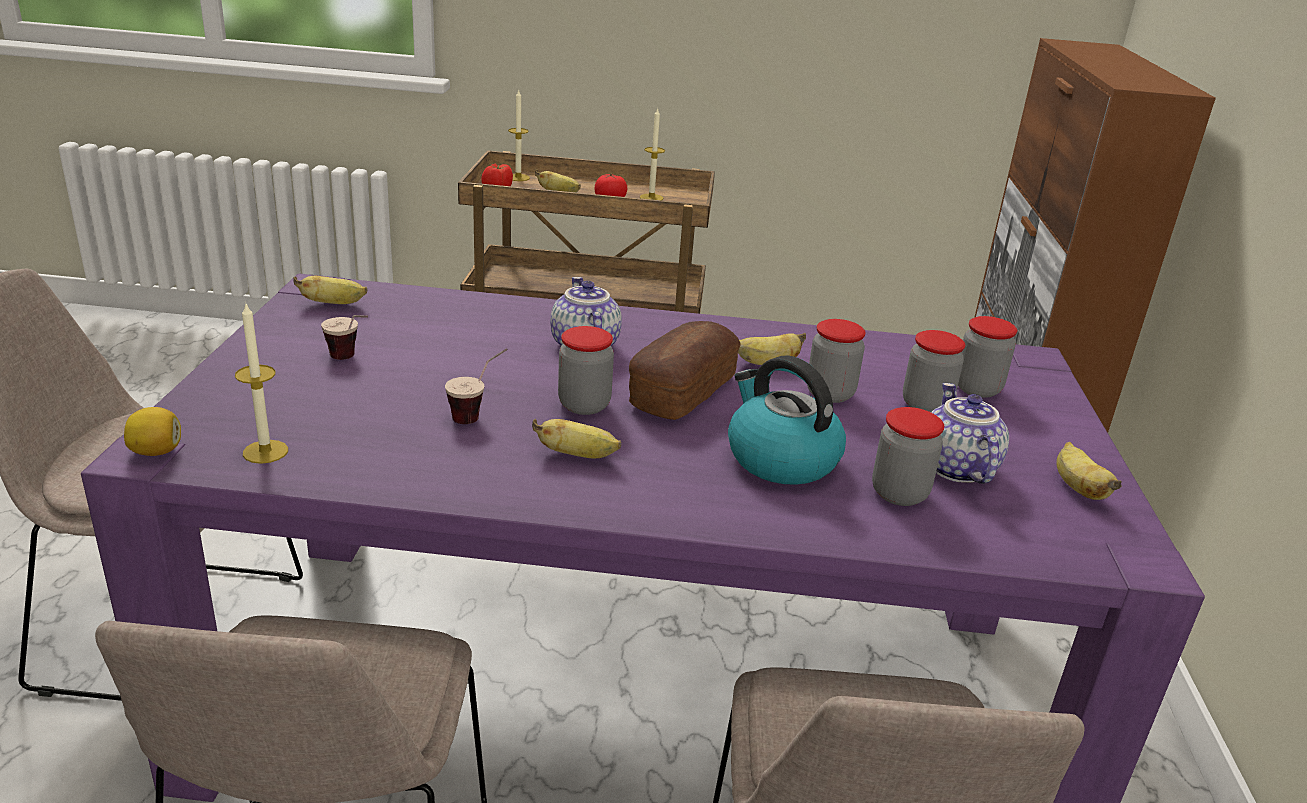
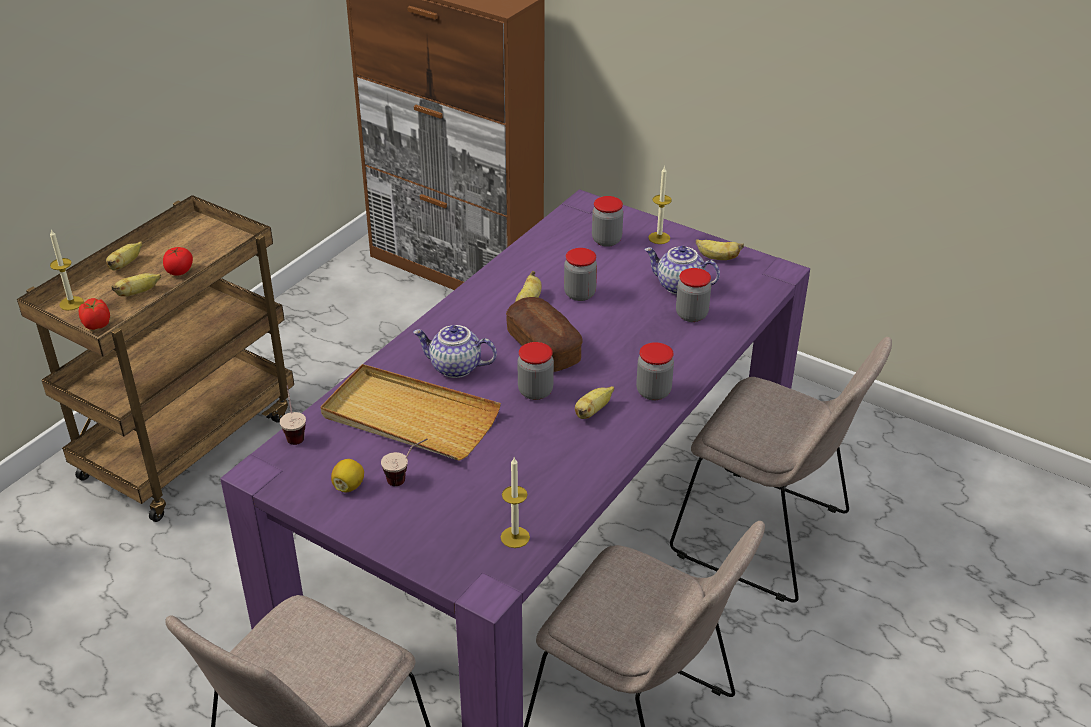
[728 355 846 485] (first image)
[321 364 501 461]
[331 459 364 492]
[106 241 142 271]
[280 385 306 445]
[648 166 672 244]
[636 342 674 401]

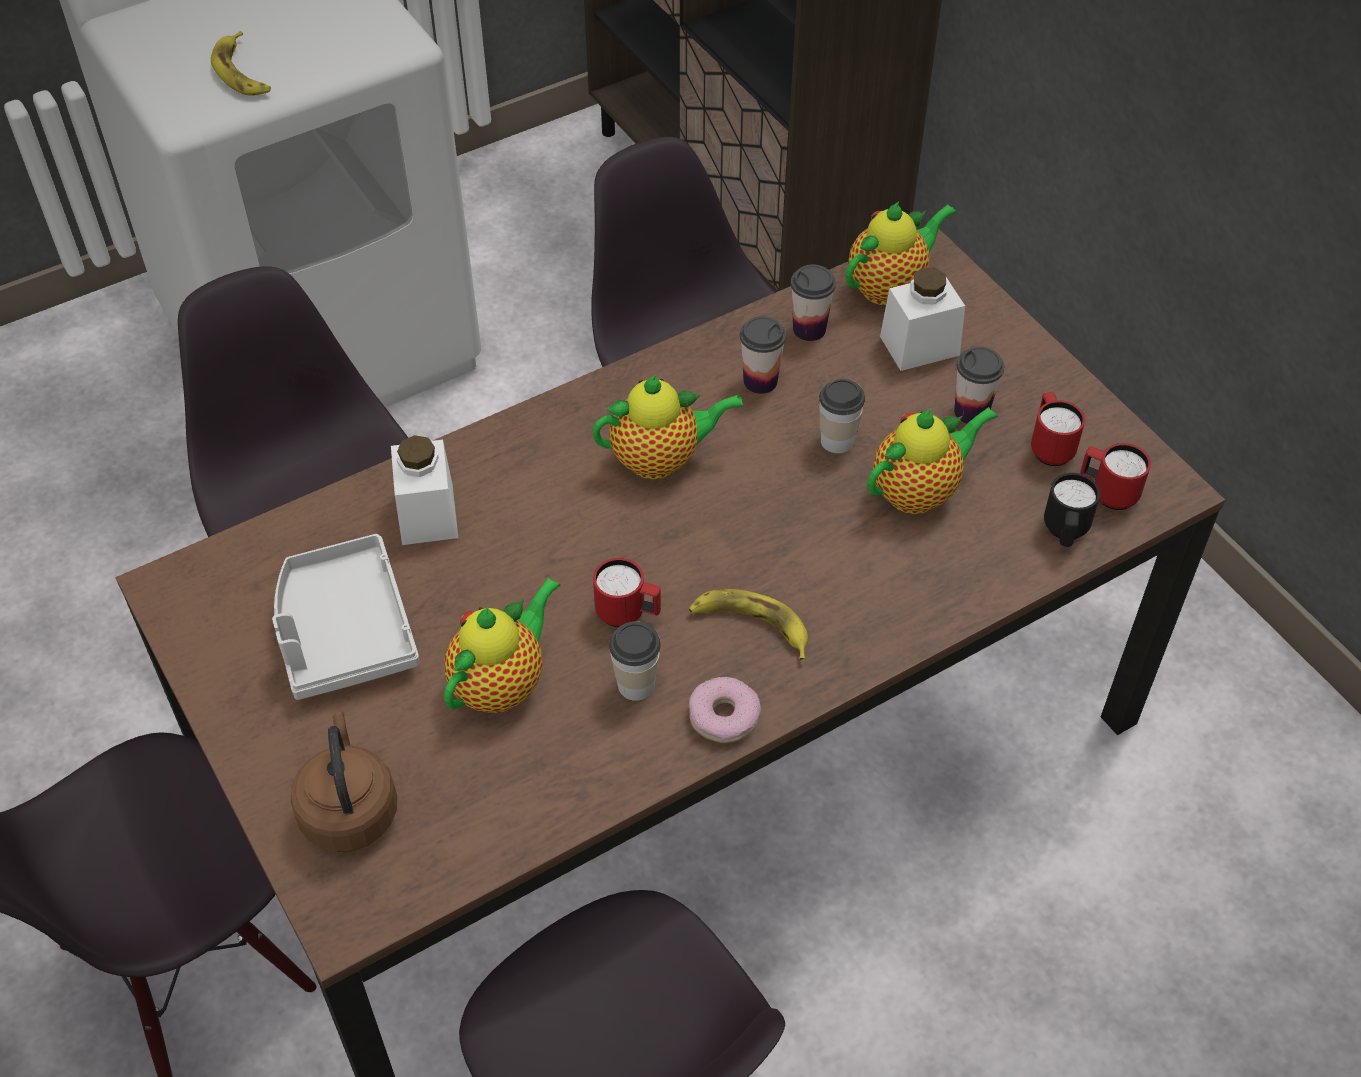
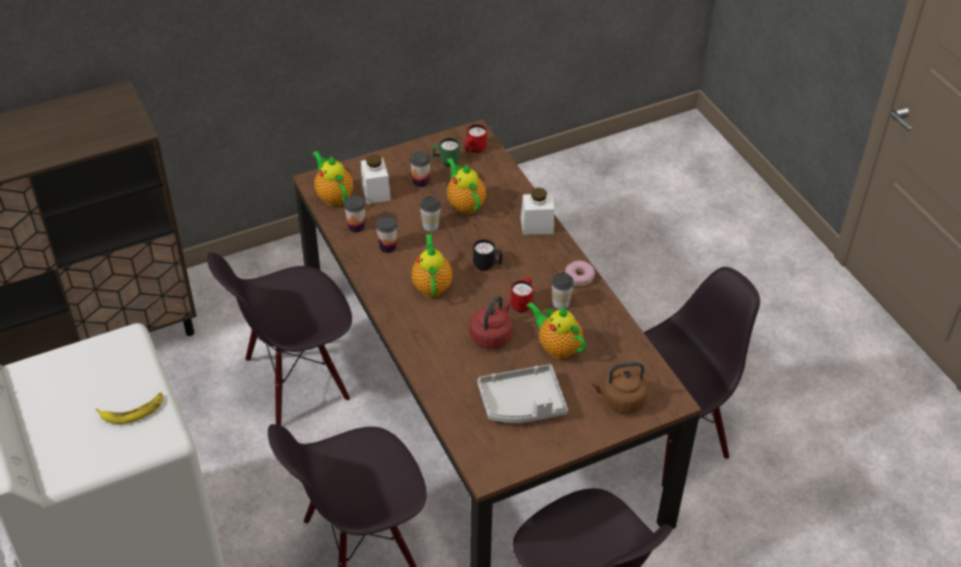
[689 589 808 660] (first image)
[470 296 512 349]
[521 188 554 235]
[473 239 503 270]
[432 138 460 167]

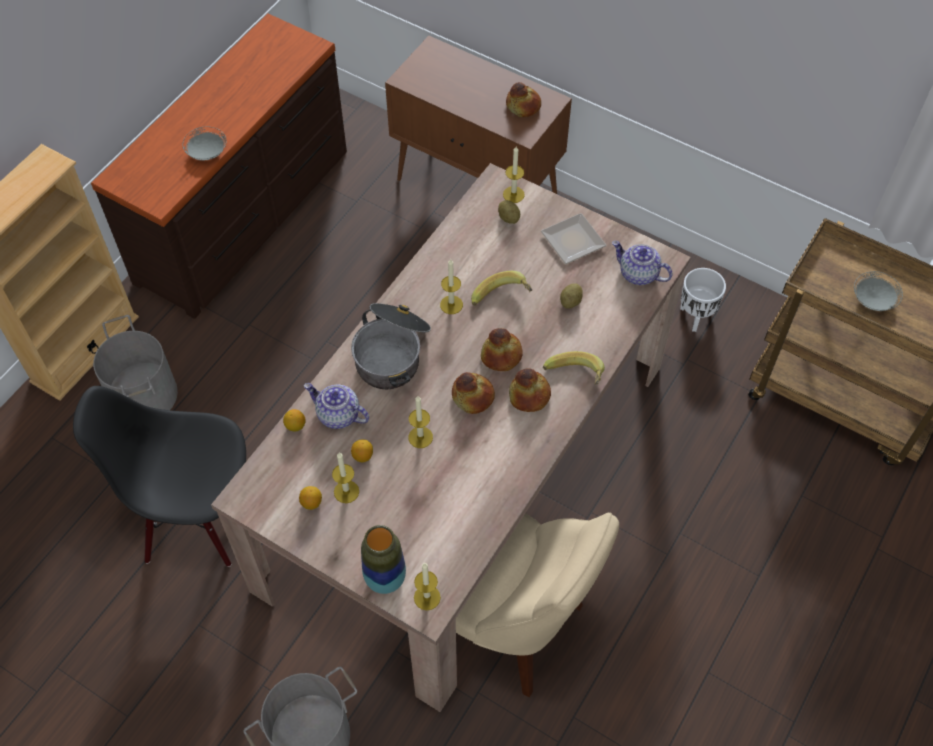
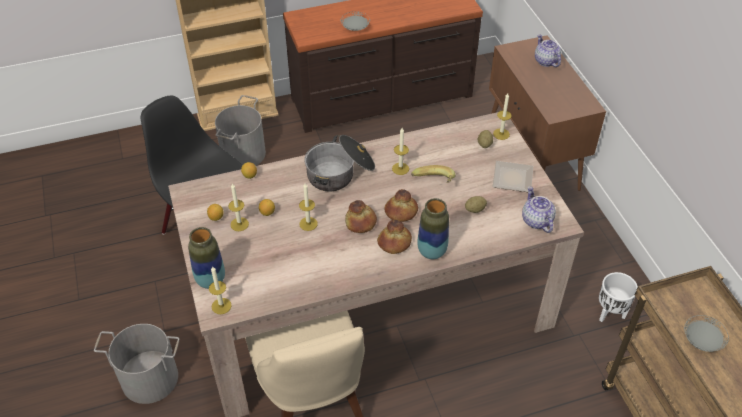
[506 82 541 117] (first image)
[535 34 561 67]
[417 198 449 259]

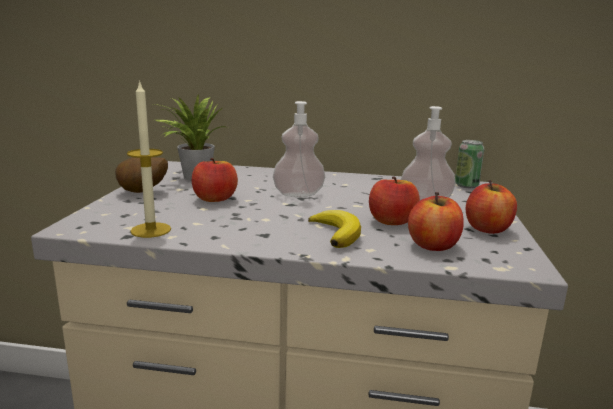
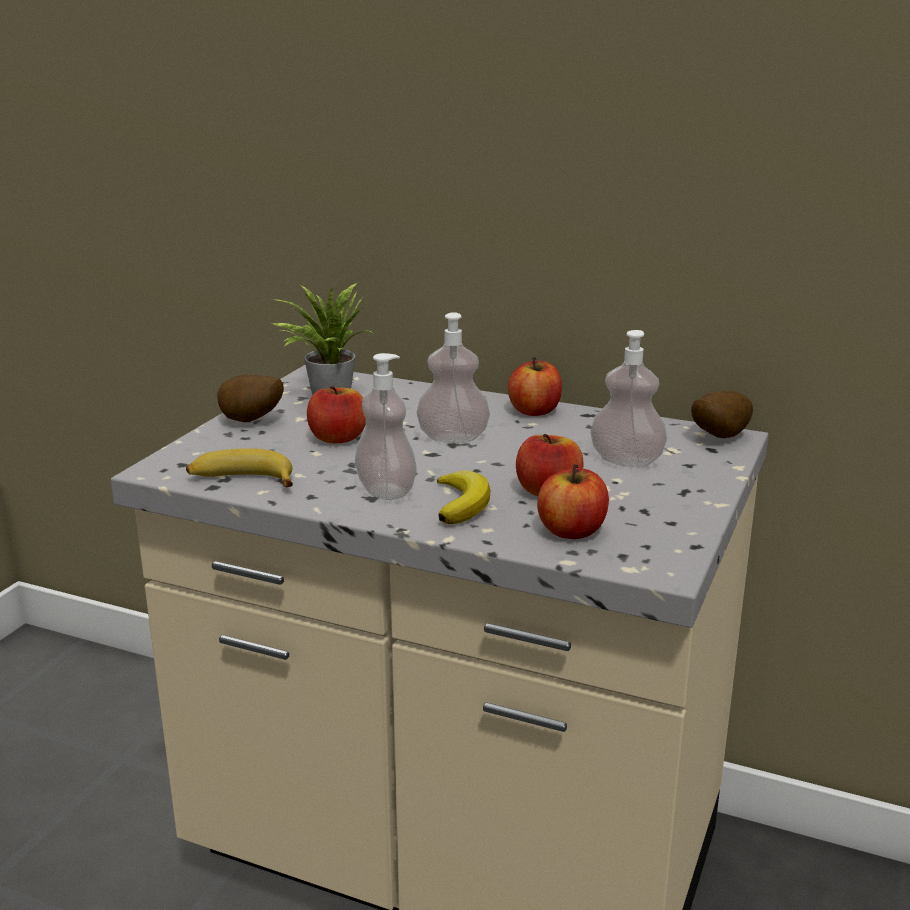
[355 353 417 500]
[508 357 562 416]
[186 448 293 487]
[691 391 753 438]

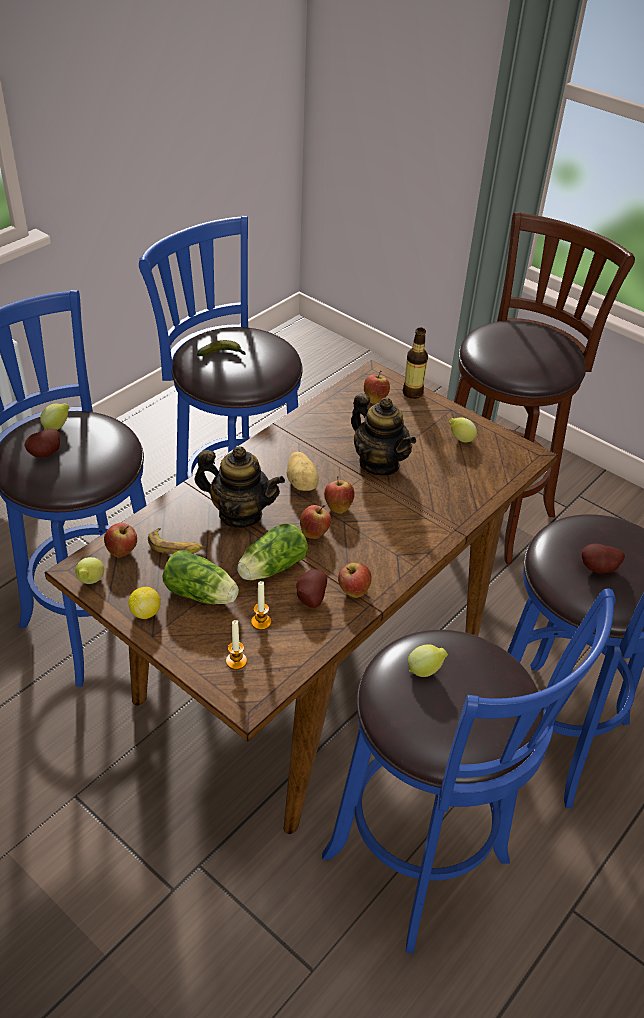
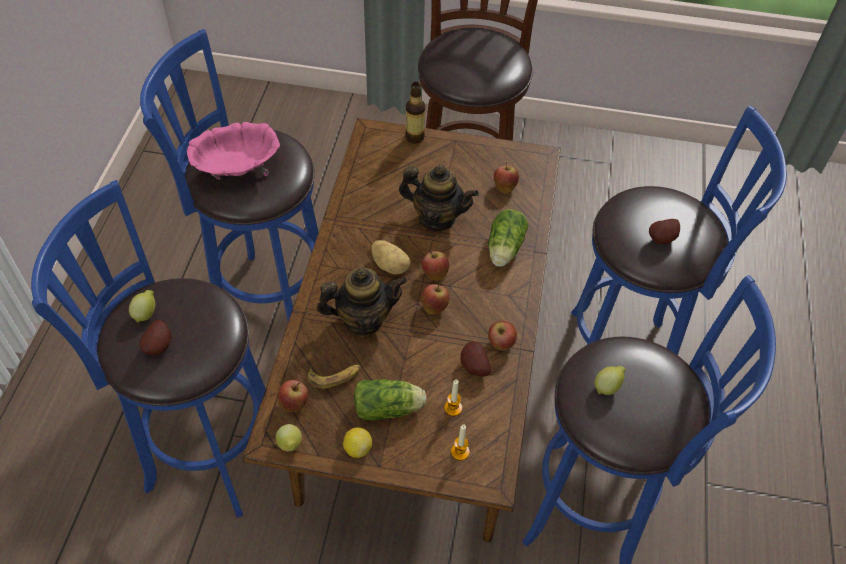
[449 417 477 443] (first image)
[488 209 528 267]
[494 162 519 193]
[187 122 280 180]

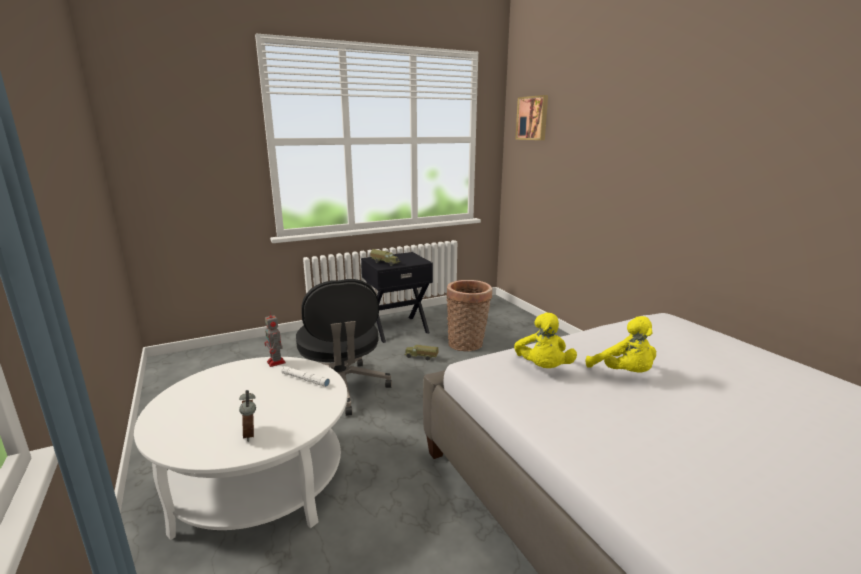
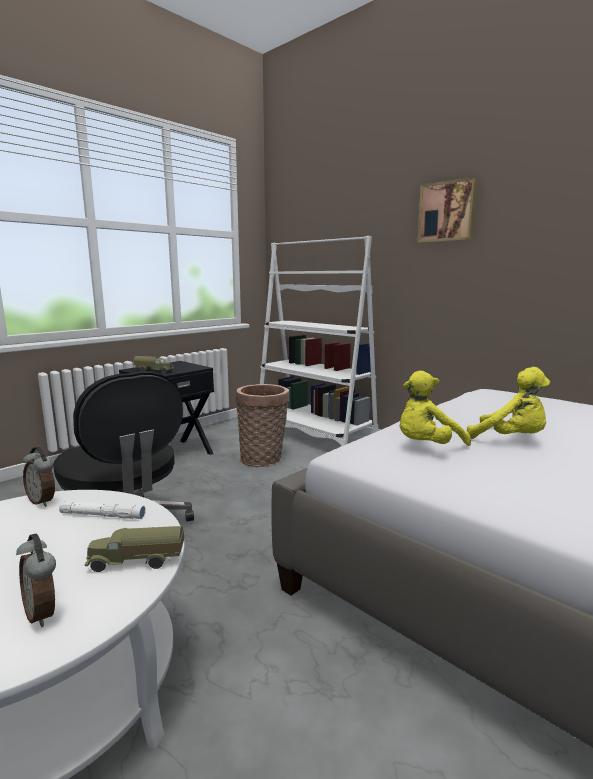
[260 236 378 446]
[85 526 184 572]
[417 177 478 243]
[23 447 55 507]
[400 371 471 446]

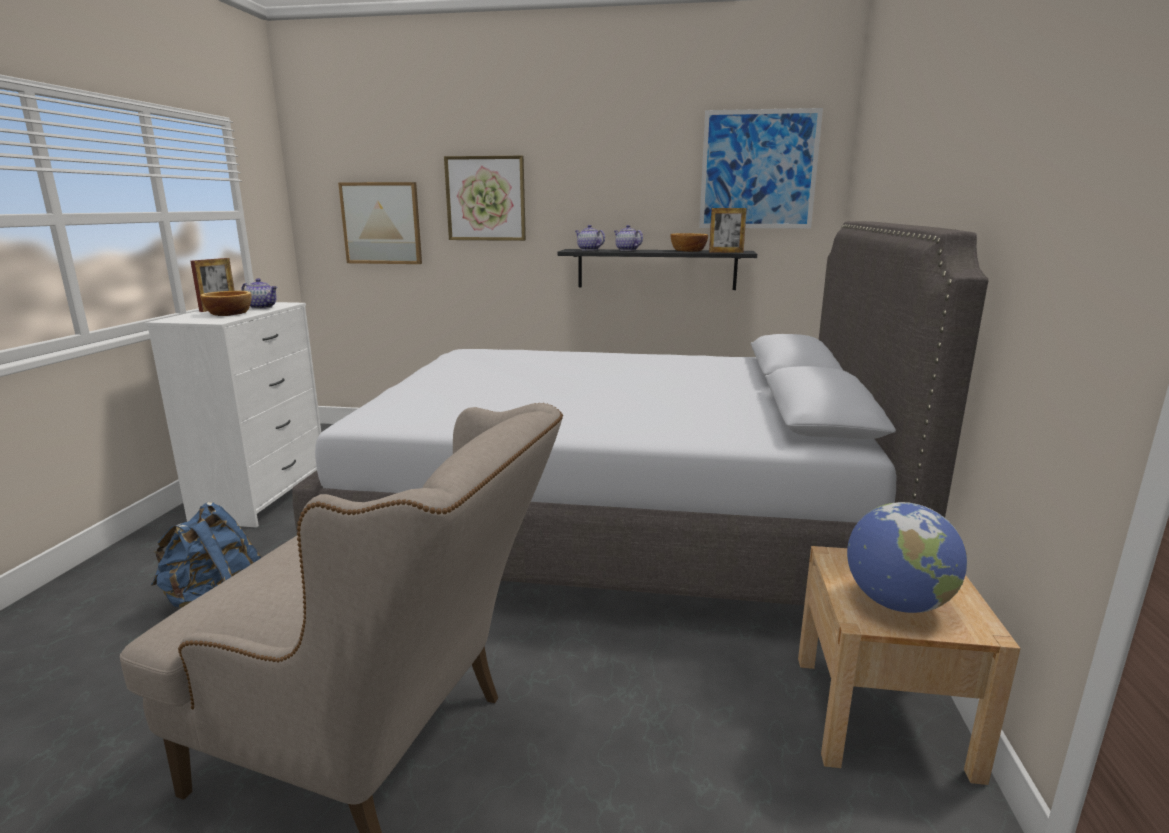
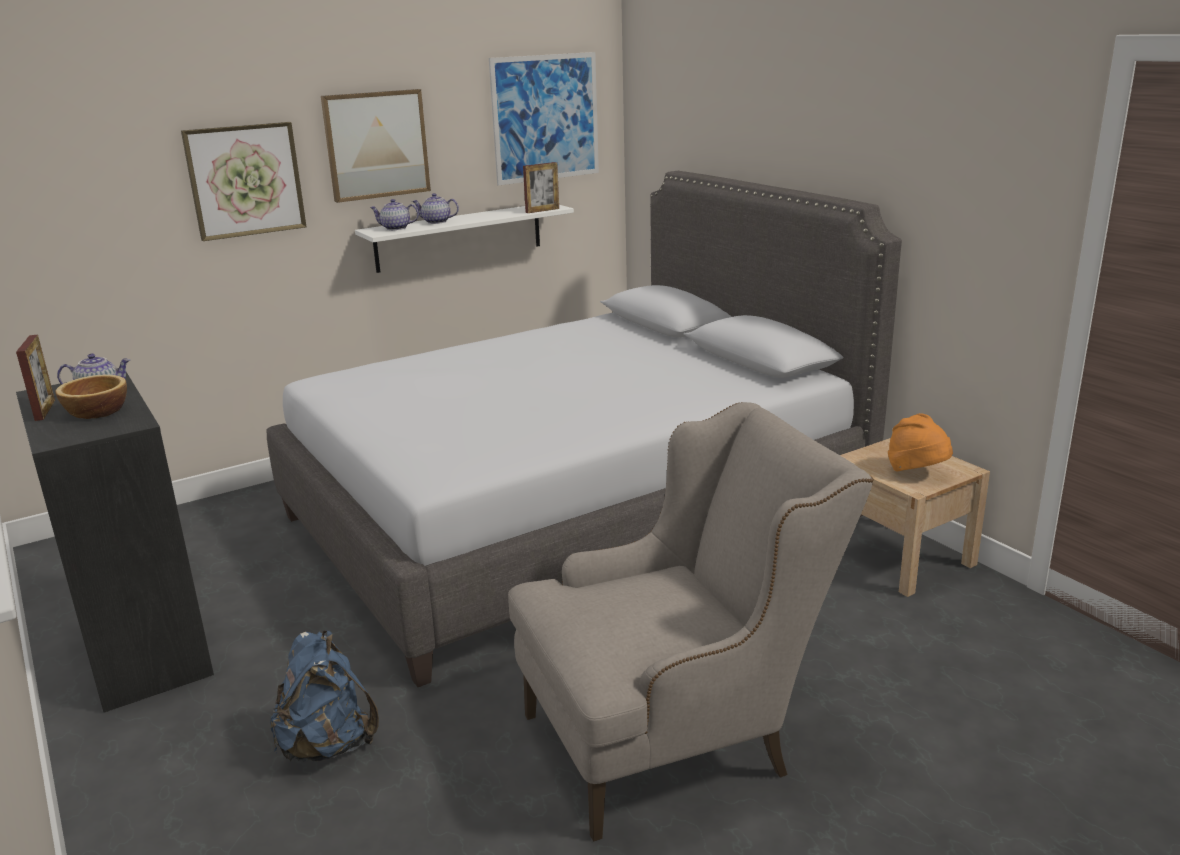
[671 233 708 252] (first image)
[321 89 431 203]
[888 413 953 472]
[16 372 214 713]
[355 205 574 273]

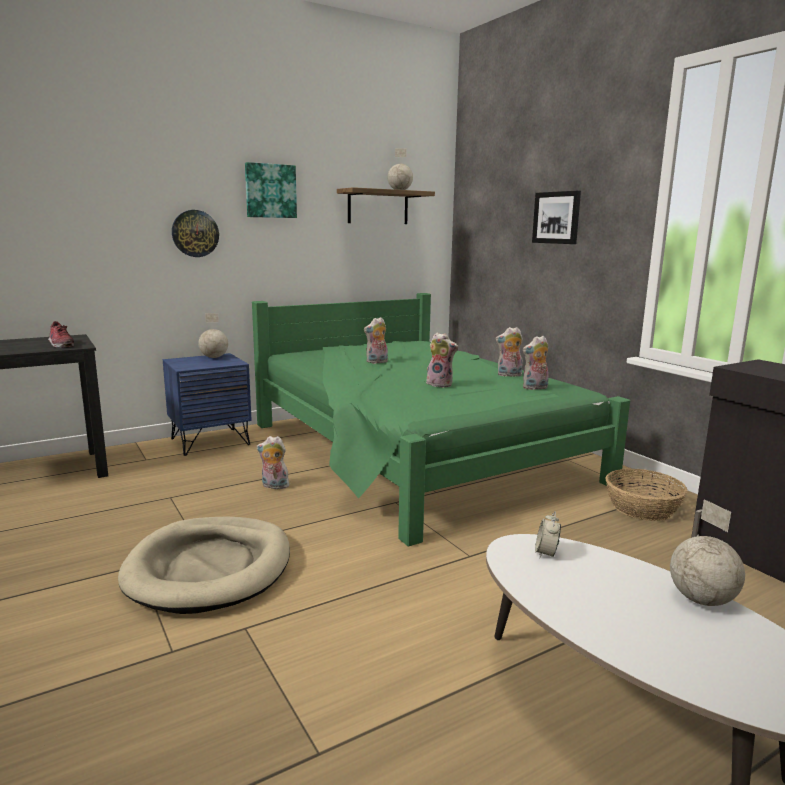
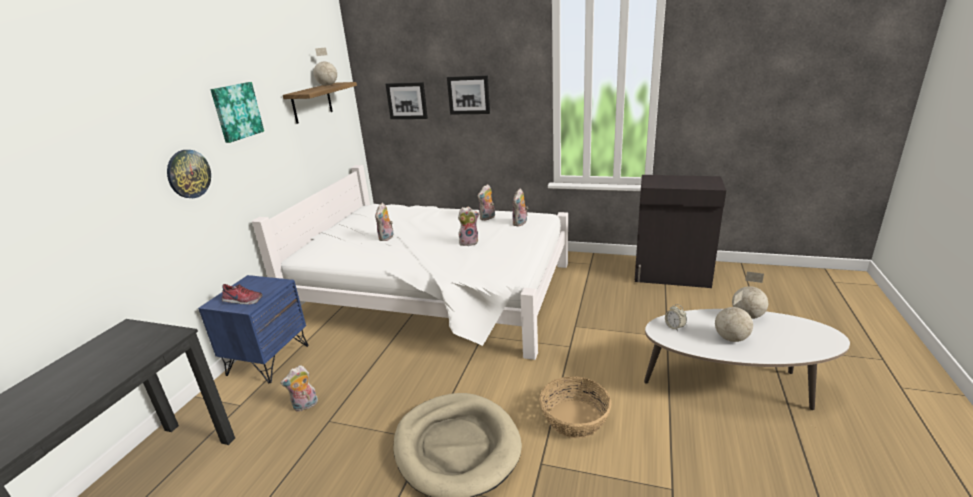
[385 82 428 119]
[222 284 263 305]
[715 290 753 342]
[280 365 318 411]
[539 376 612 438]
[252 165 568 360]

